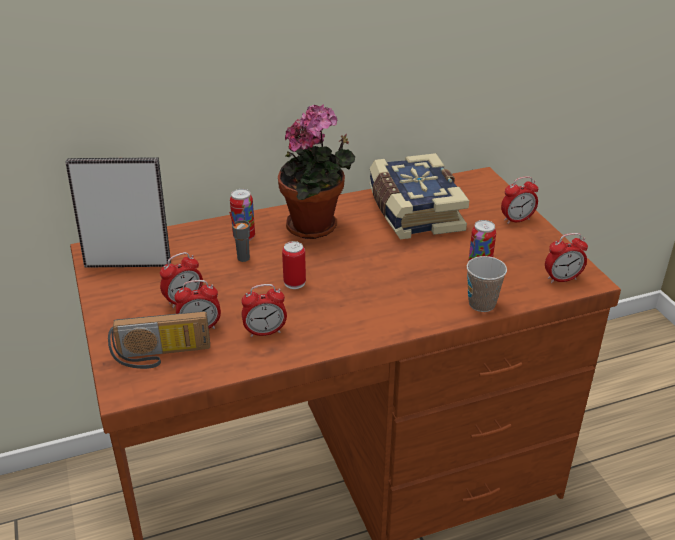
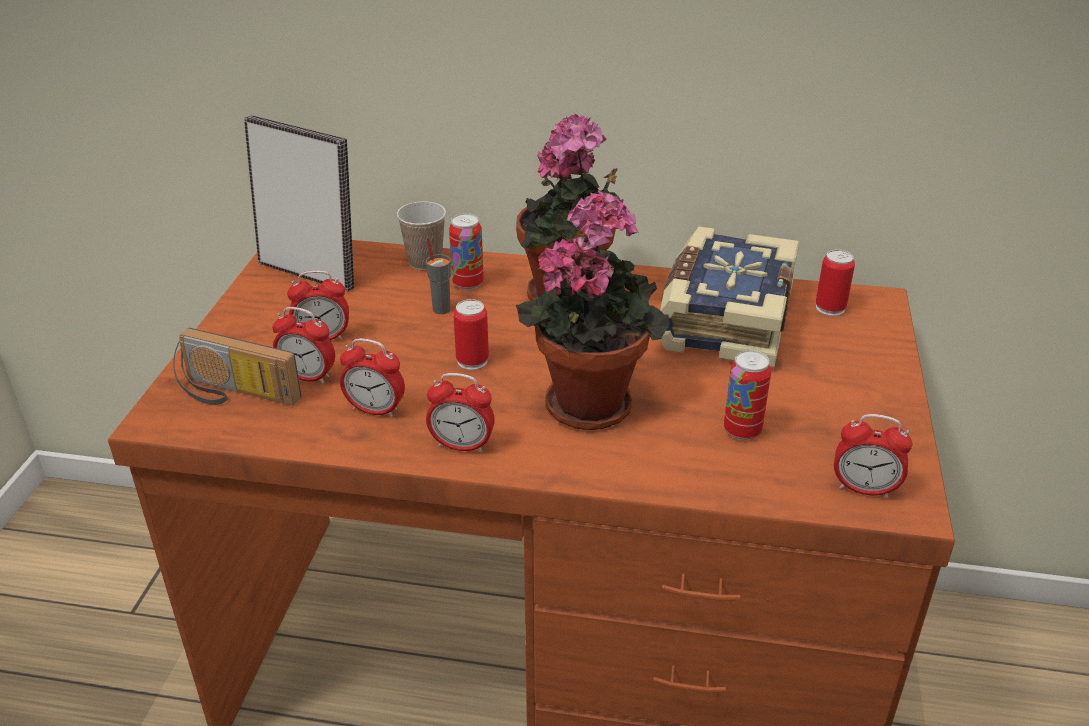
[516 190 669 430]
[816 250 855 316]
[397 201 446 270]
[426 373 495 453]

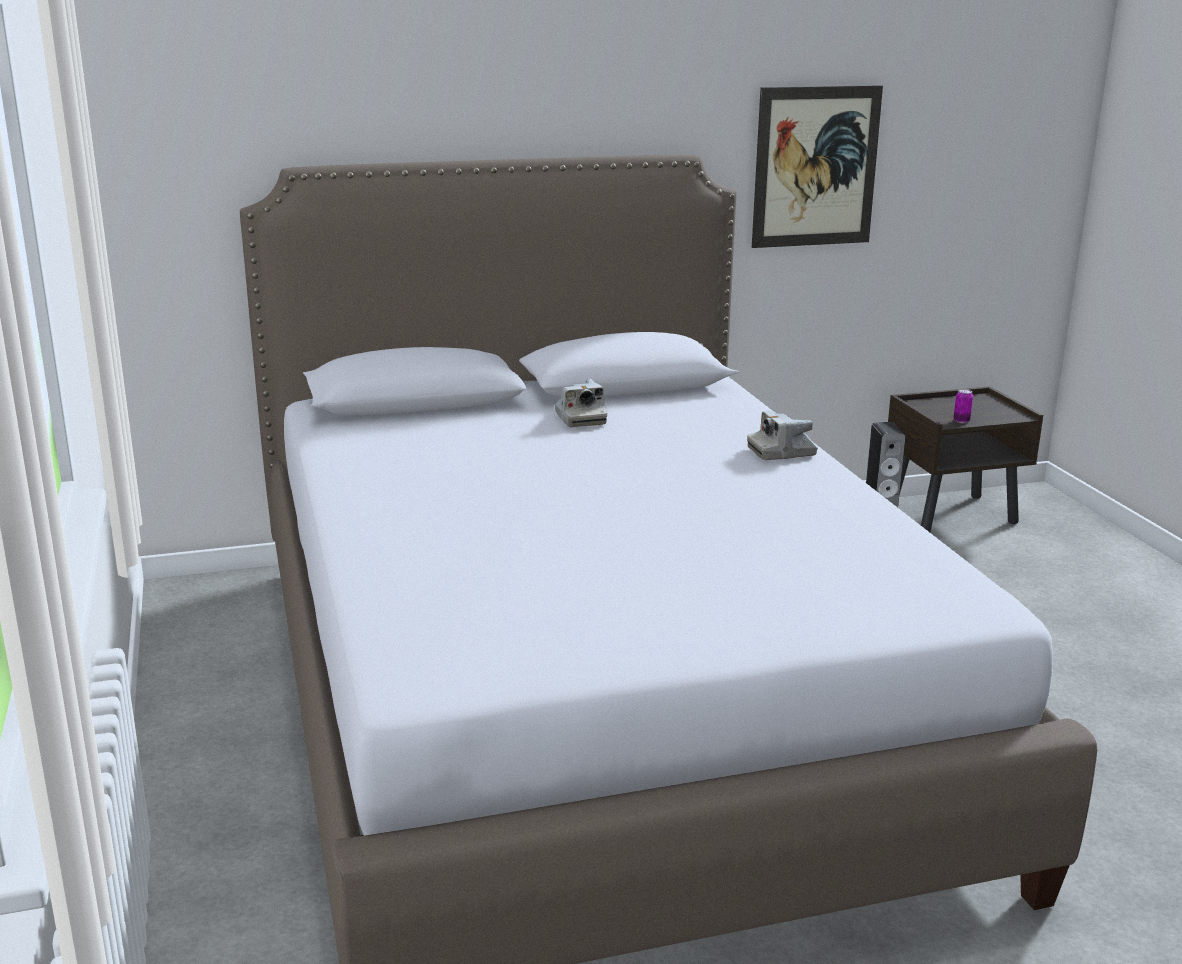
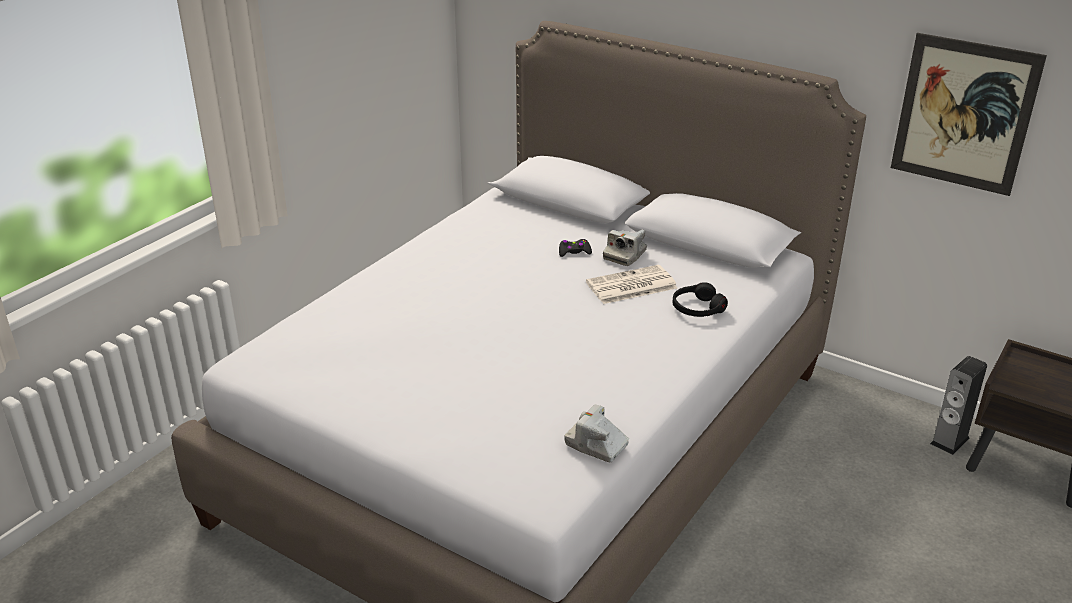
[953 389 973 423] (first image)
[559 239 592 257]
[586 265 677 304]
[672 282 728 317]
[564 404 629 462]

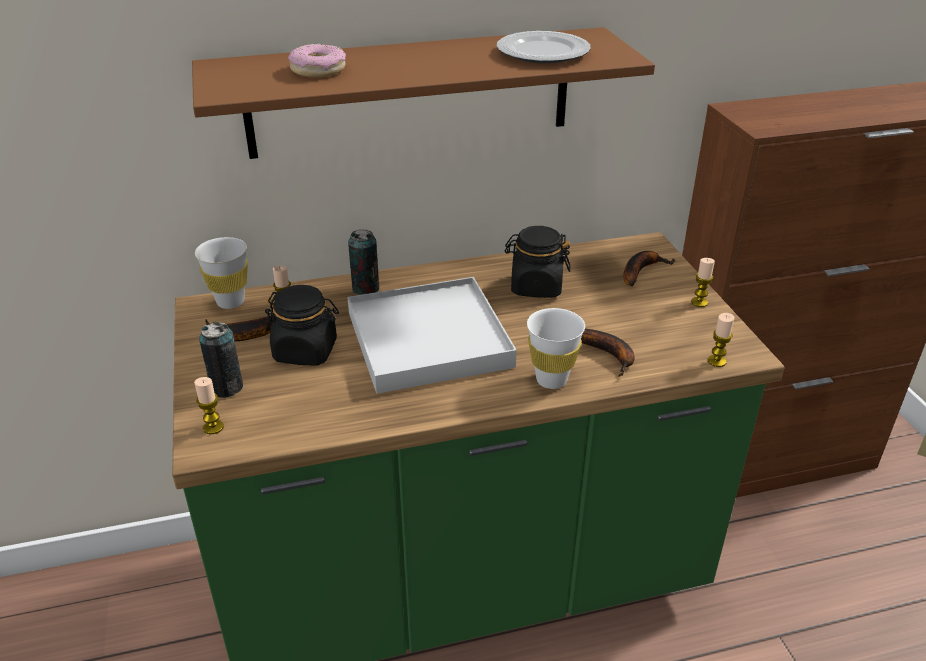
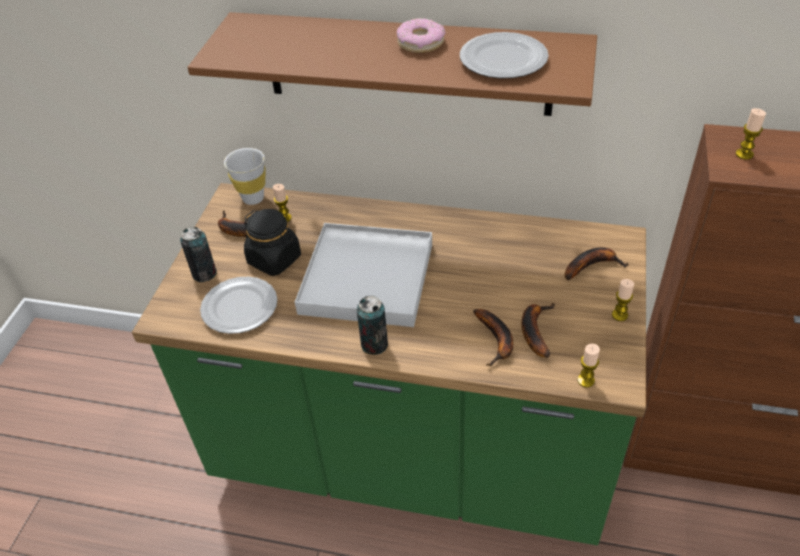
[505 226 571 298] (first image)
[527 308 585 389] (first image)
[200 276 277 334]
[521 303 556 358]
[736 108 766 160]
[397 18 446 53]
[357 296 388 355]

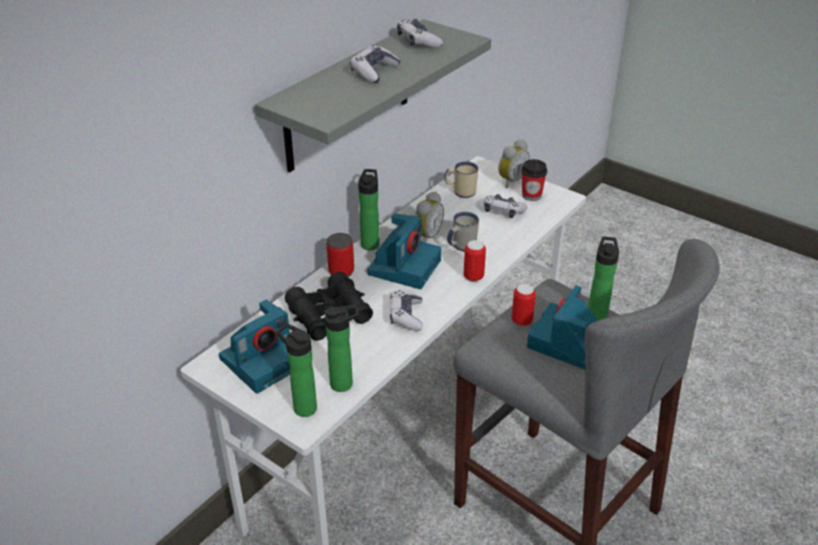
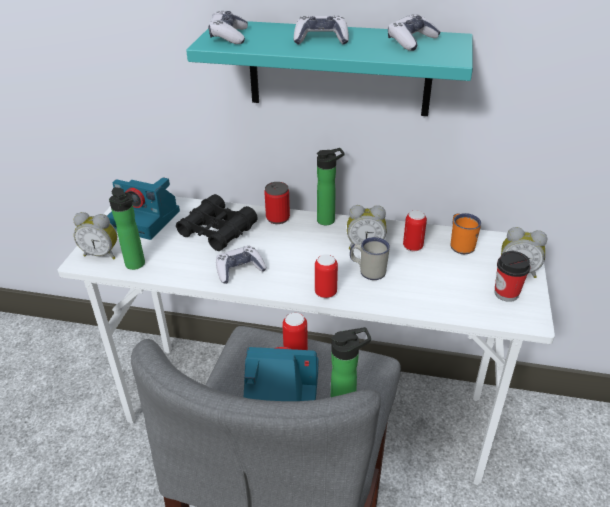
[367 213 441 289] (first image)
[403 210 427 251]
[209 11 248 44]
[74 212 117 260]
[186 21 473 116]
[451 213 481 254]

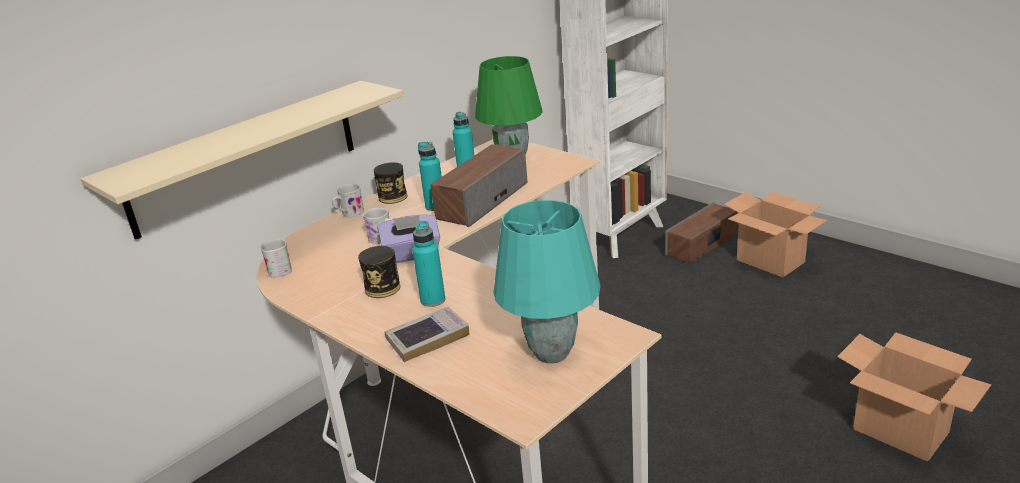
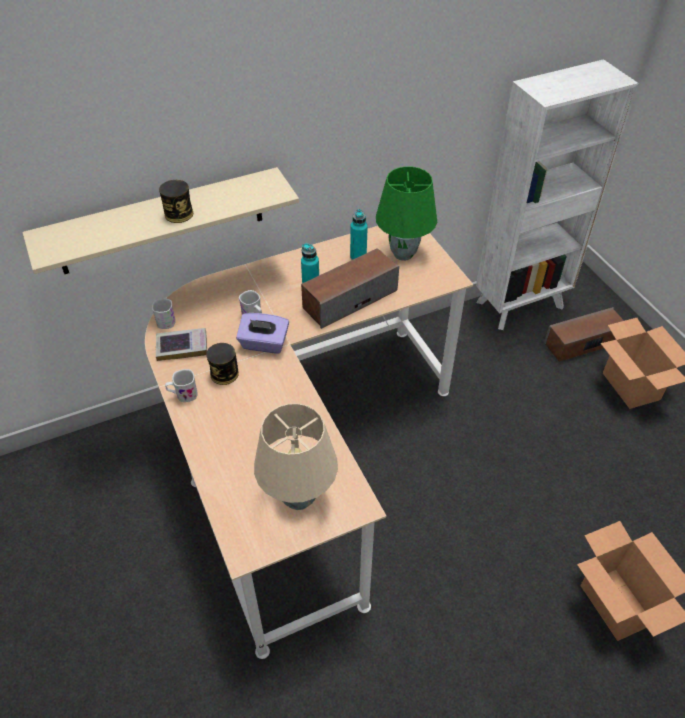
[412 221 445 307] (first image)
[165 369 198 402]
[159 180 193 223]
[156 328 207 361]
[254 403 338 510]

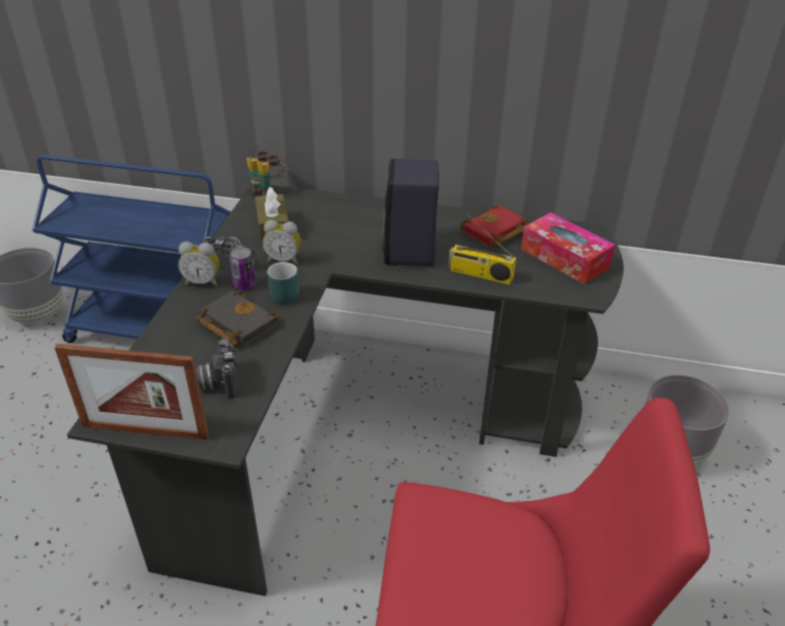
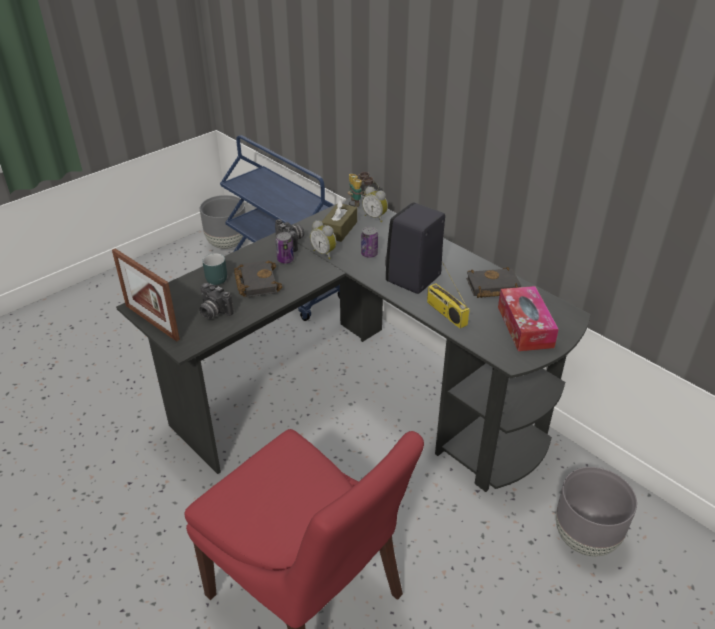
[361 227 378 258]
[362 187 388 222]
[202 253 227 285]
[466 267 521 298]
[199 283 234 319]

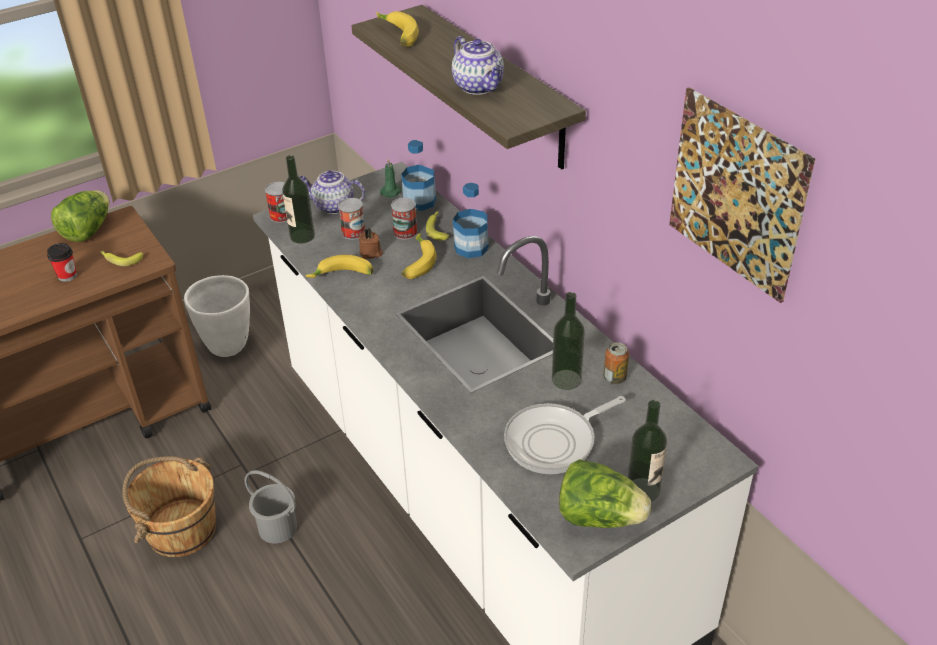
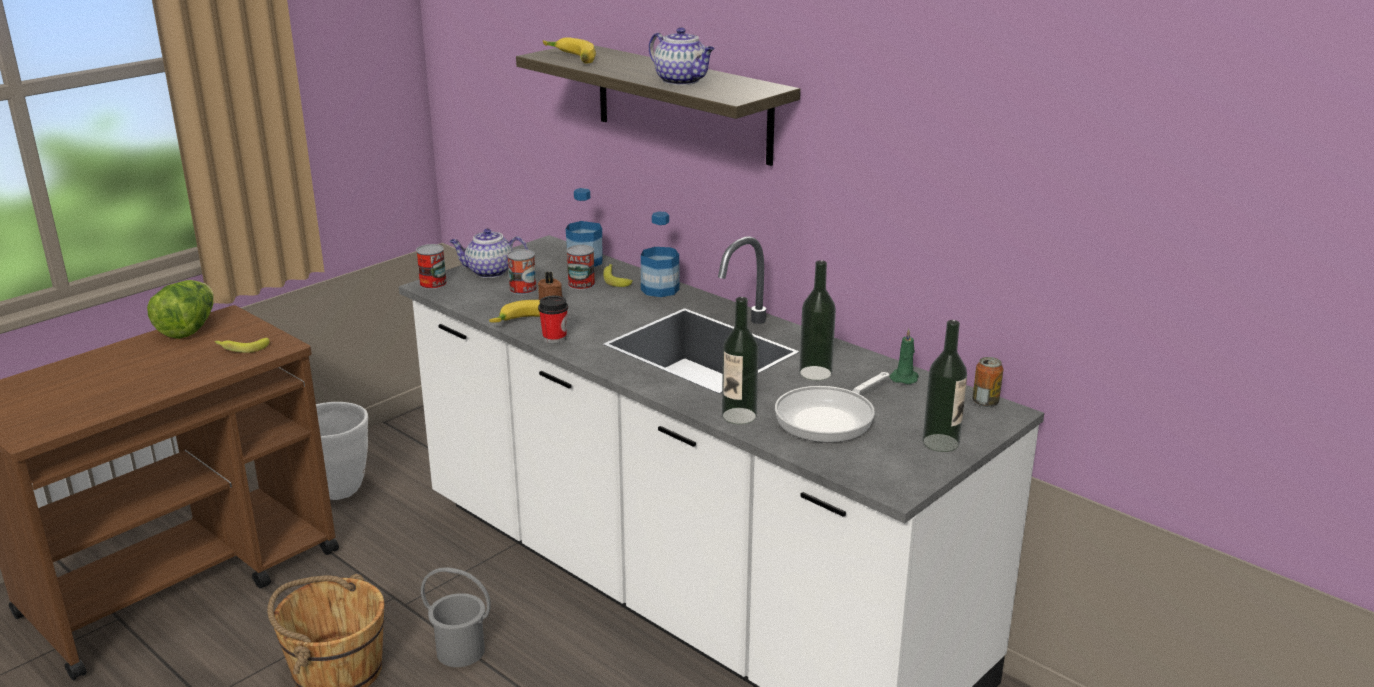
[401 233 436 279] (first image)
[559 459 651 528] (first image)
[669 87 815 303] (first image)
[538 296 568 344]
[722 297 759 424]
[890 329 919 384]
[972 357 1003 407]

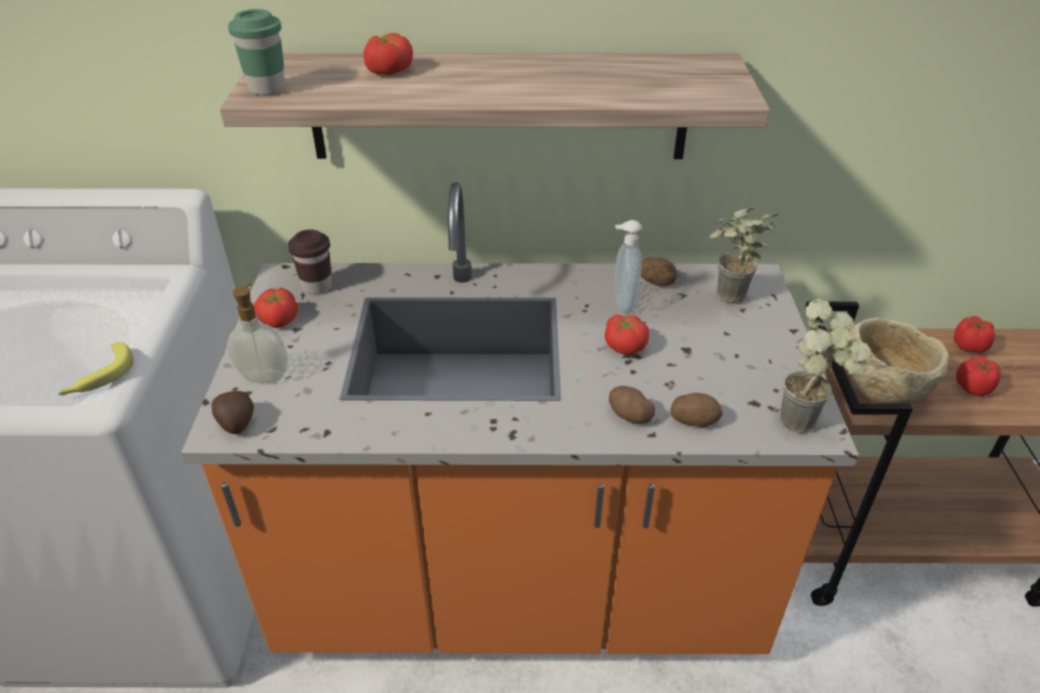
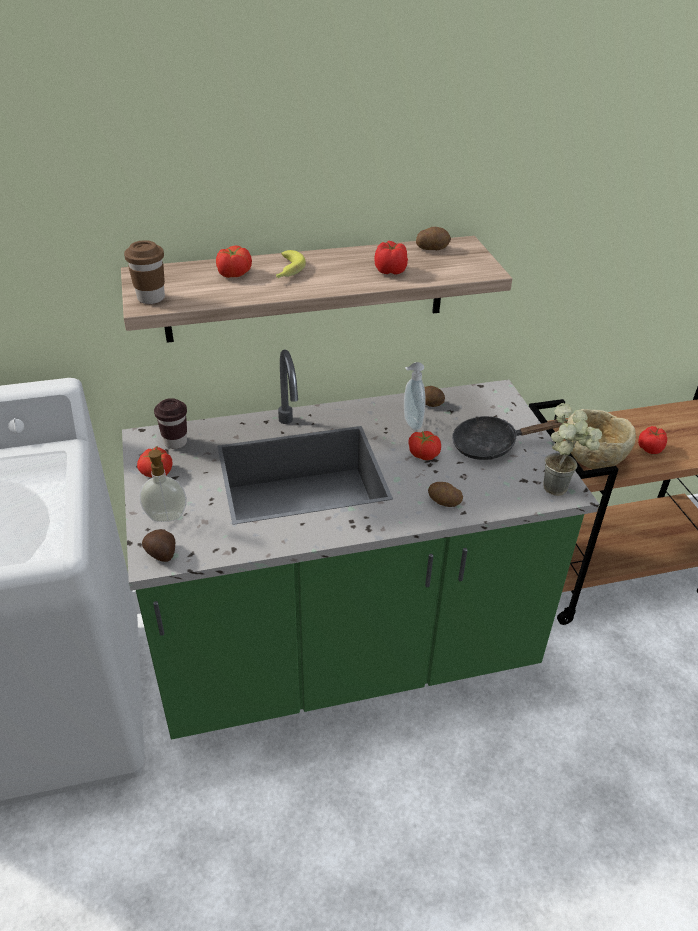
[708 208 781 304] (first image)
[452 416 562 460]
[276 250 306 278]
[416 227 451 250]
[374 241 408 275]
[122 349 599 739]
[124 240 165 304]

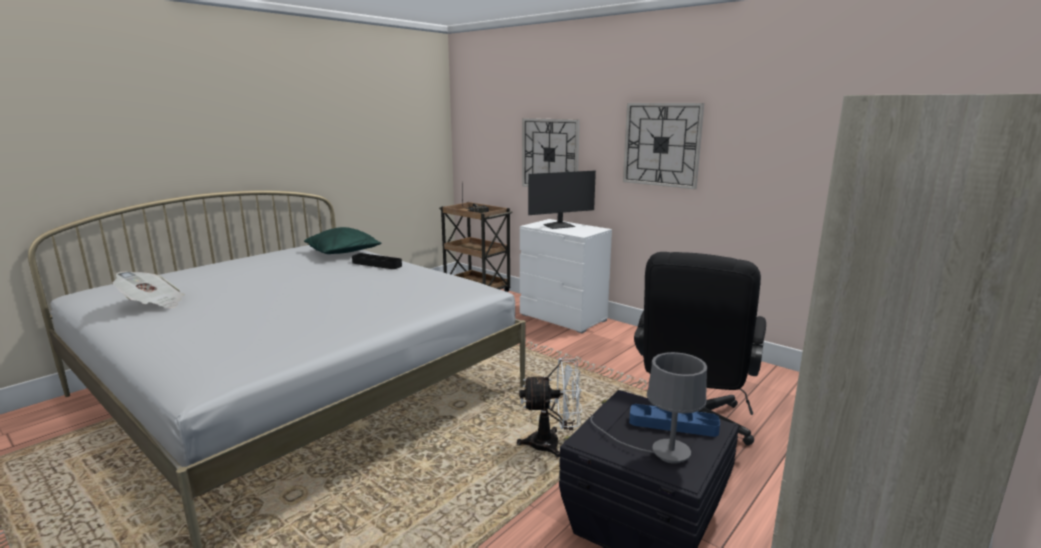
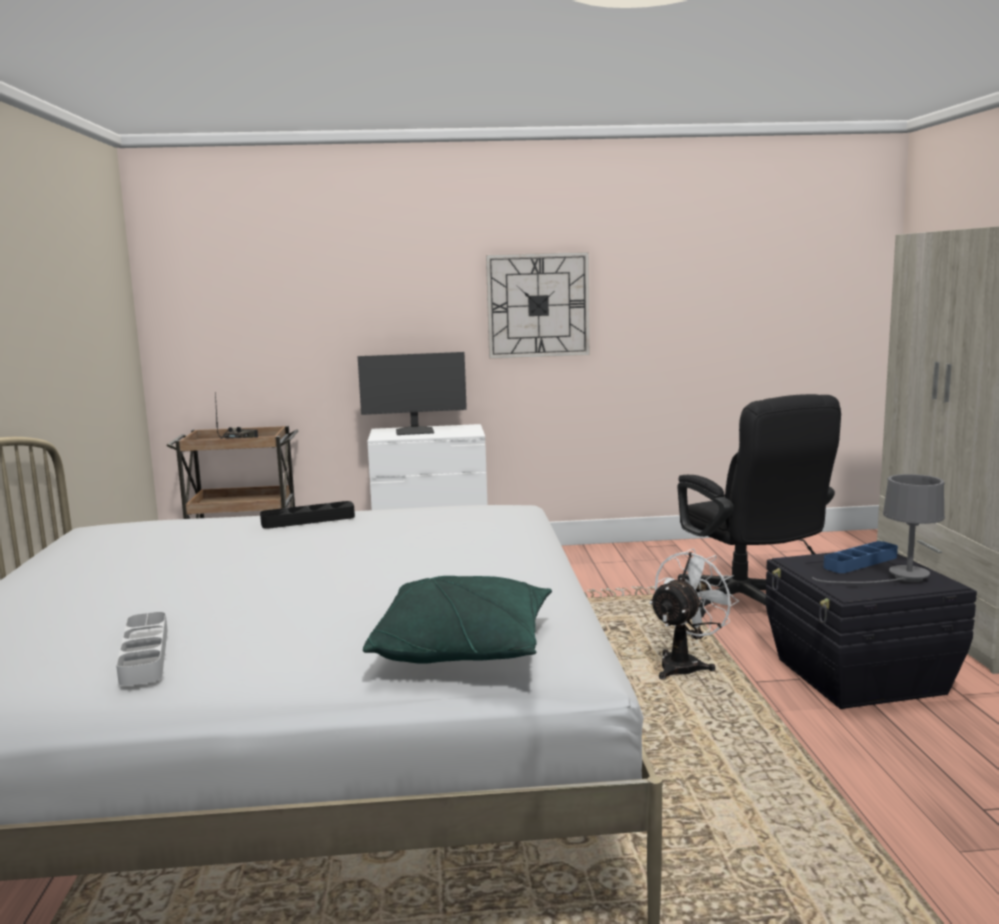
[522 118 580 187] (first image)
[363 576 552 664]
[116 612 168 686]
[358 352 467 435]

